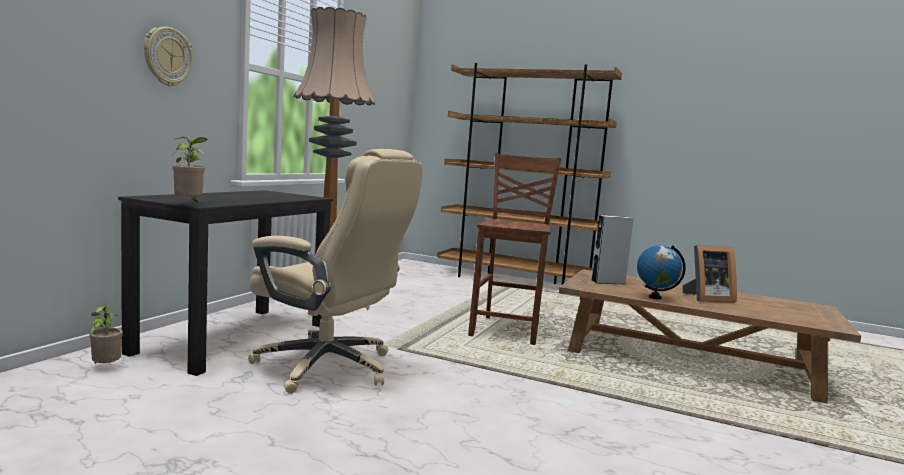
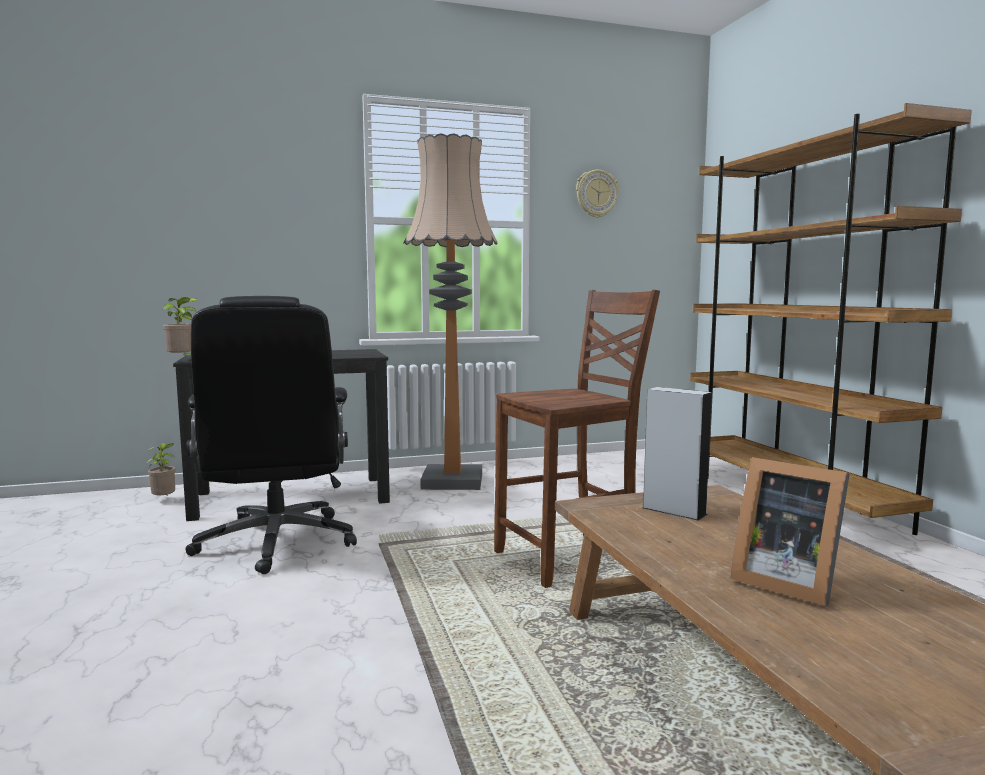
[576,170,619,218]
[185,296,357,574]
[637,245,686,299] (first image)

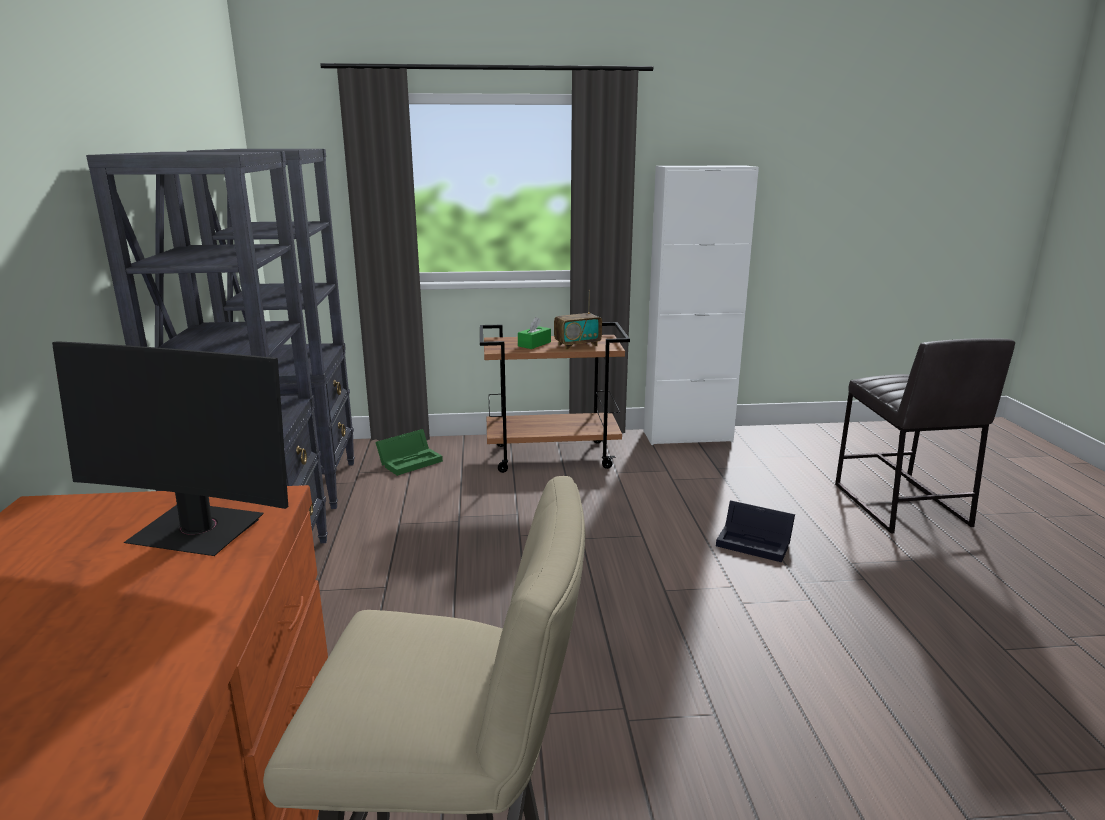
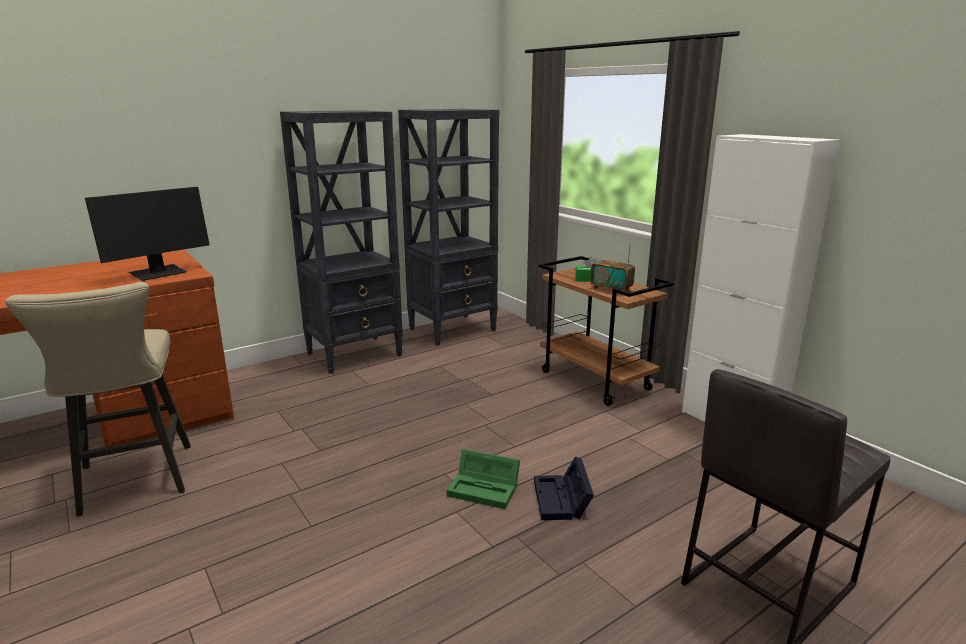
[85,187,210,281]
[447,449,520,509]

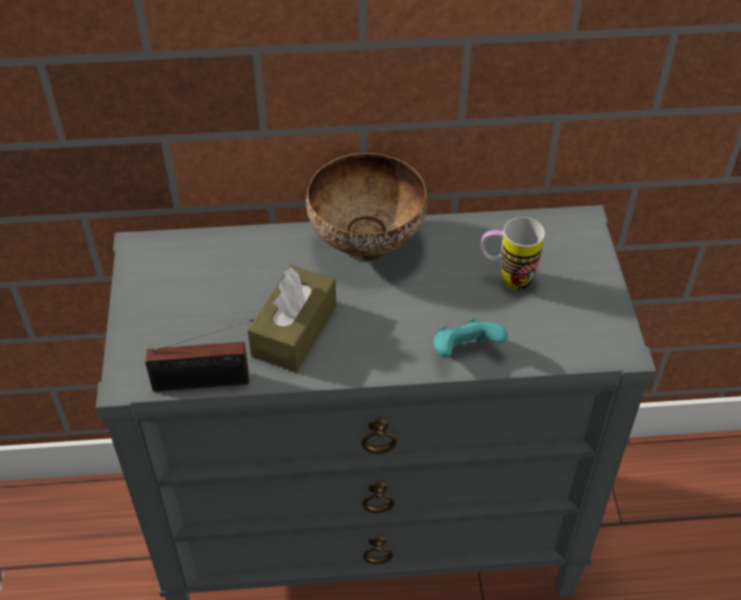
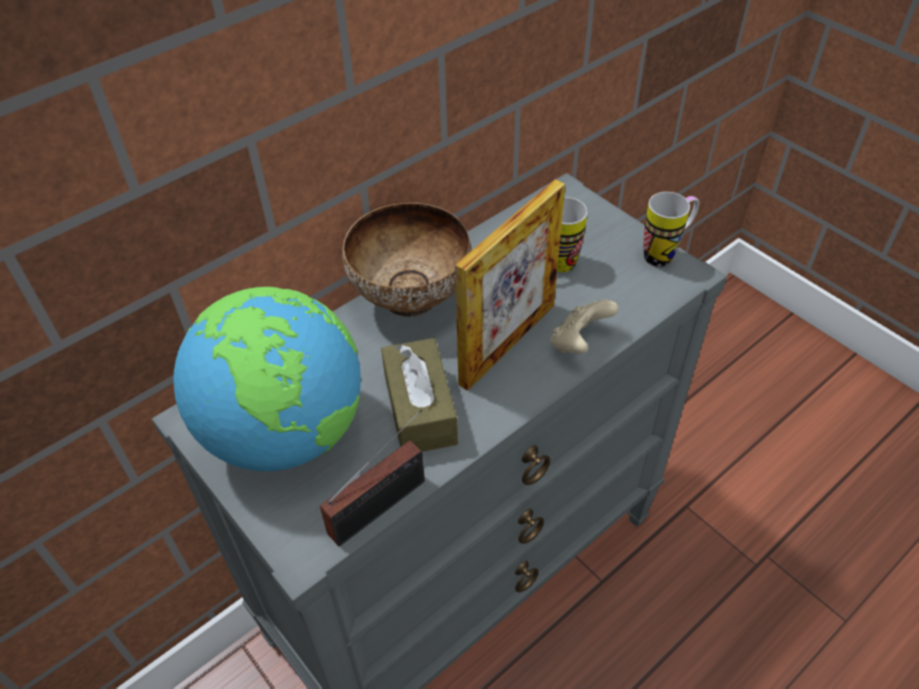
[551,300,619,354]
[173,287,361,471]
[455,179,565,391]
[644,192,699,267]

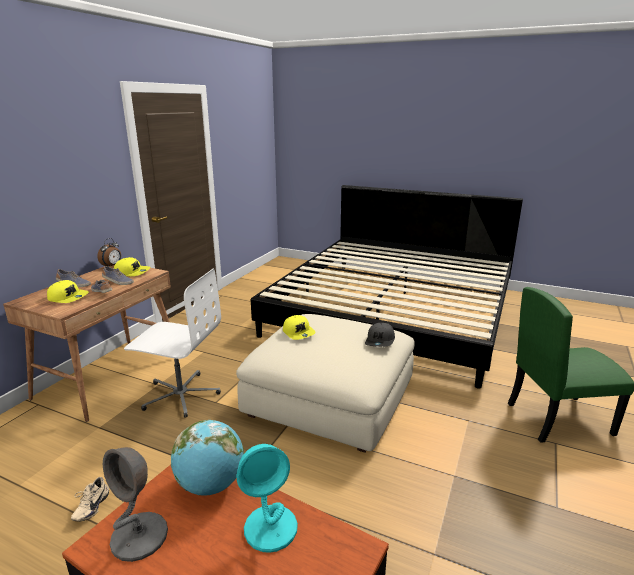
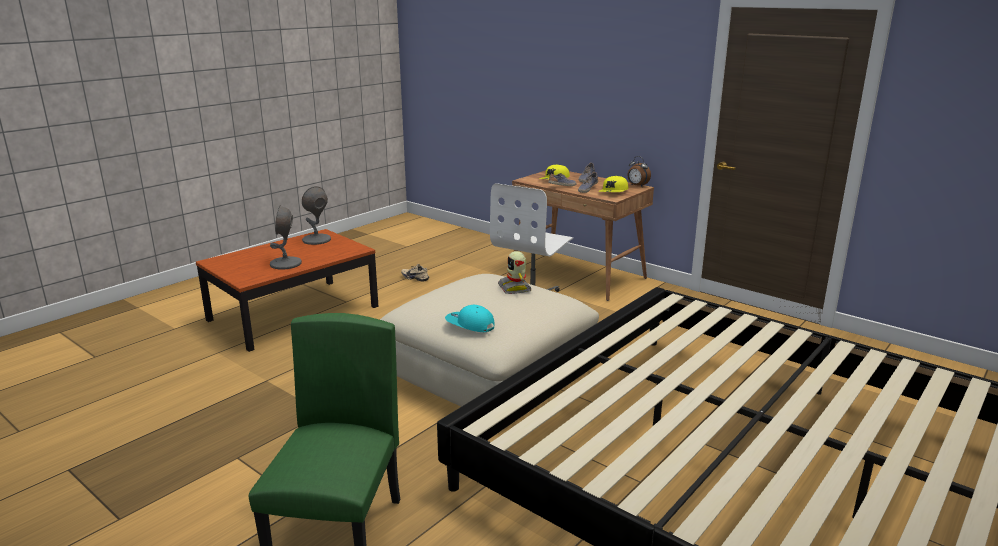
[171,420,244,496] (first image)
[270,205,302,270]
[498,251,531,294]
[445,305,494,332]

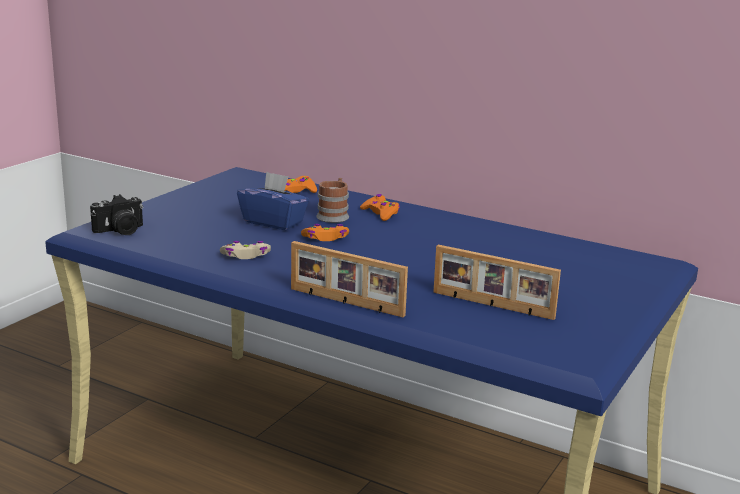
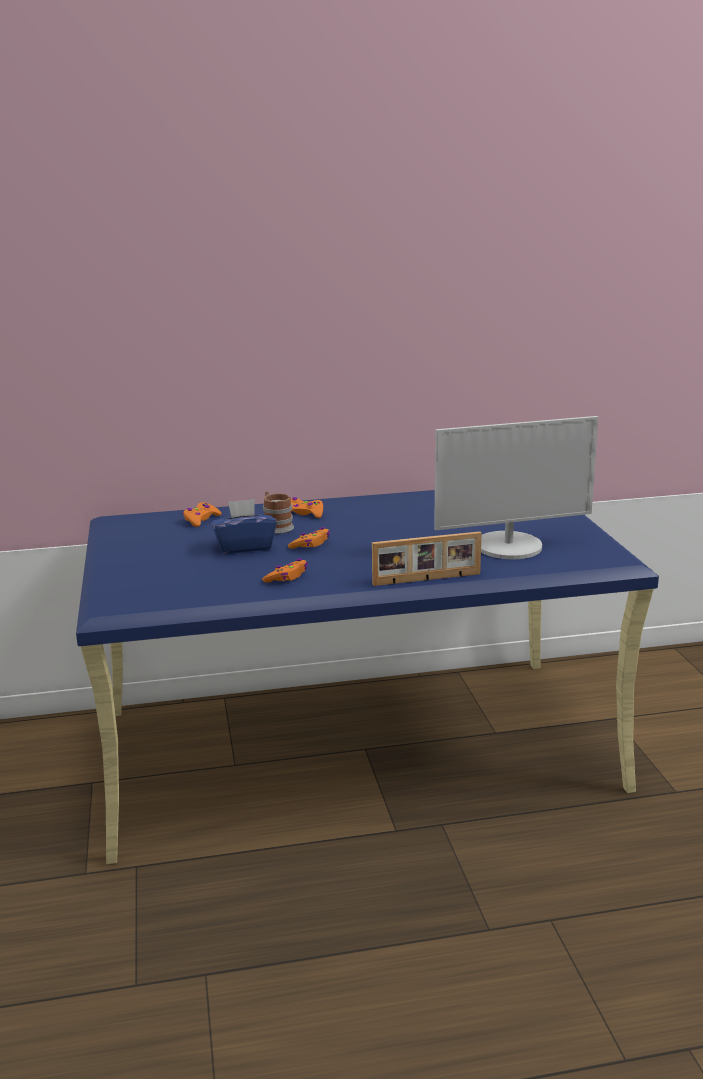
[90,194,143,235] (first image)
[262,558,308,583]
[434,416,598,559]

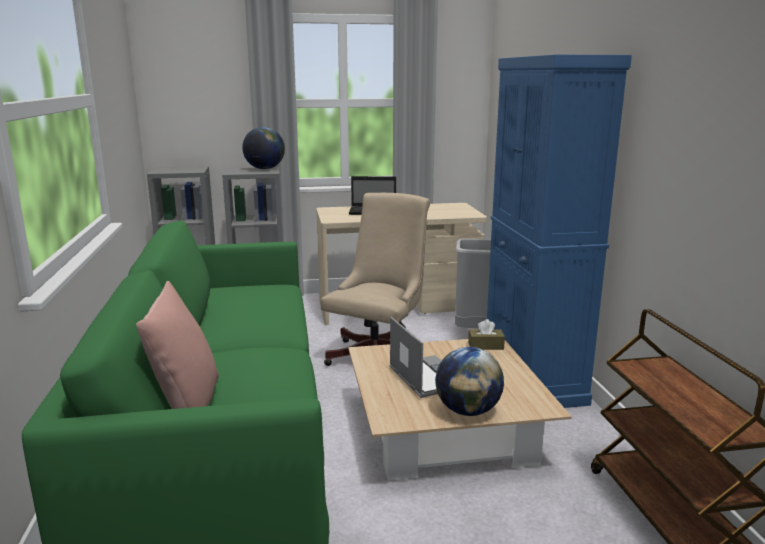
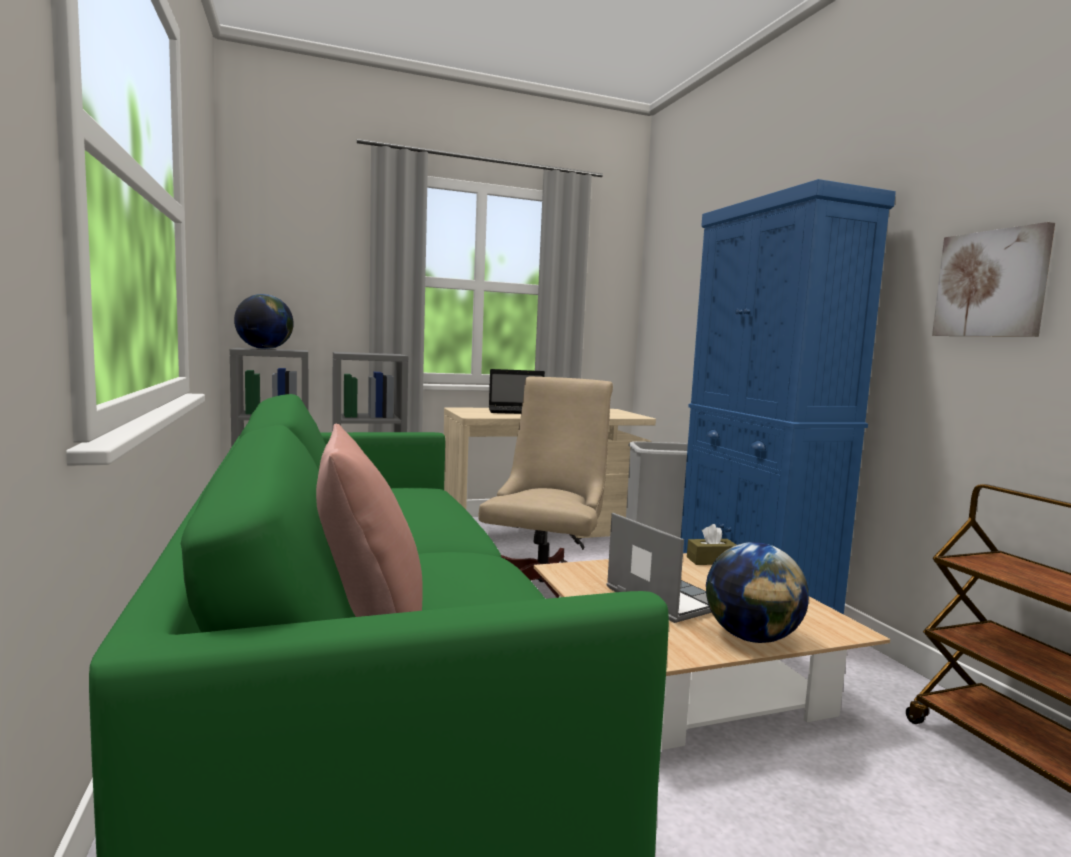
[234,294,294,349]
[932,222,1055,337]

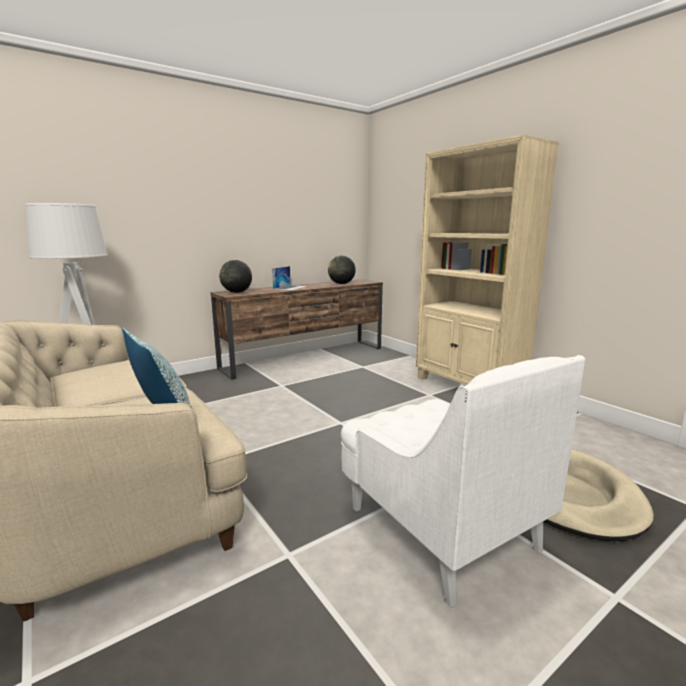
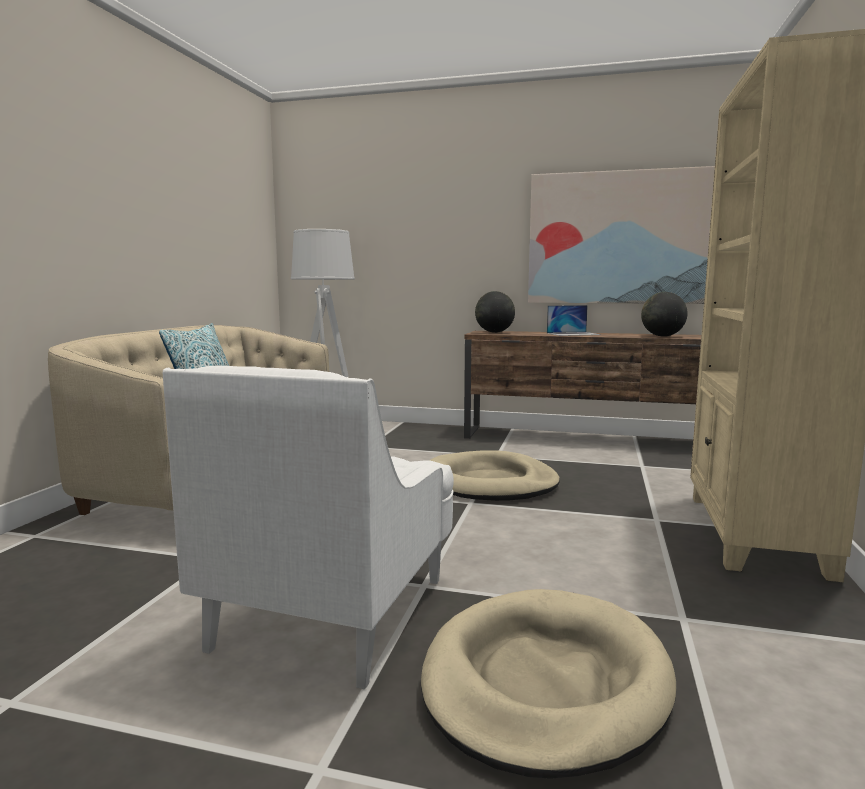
[429,450,560,501]
[528,166,715,304]

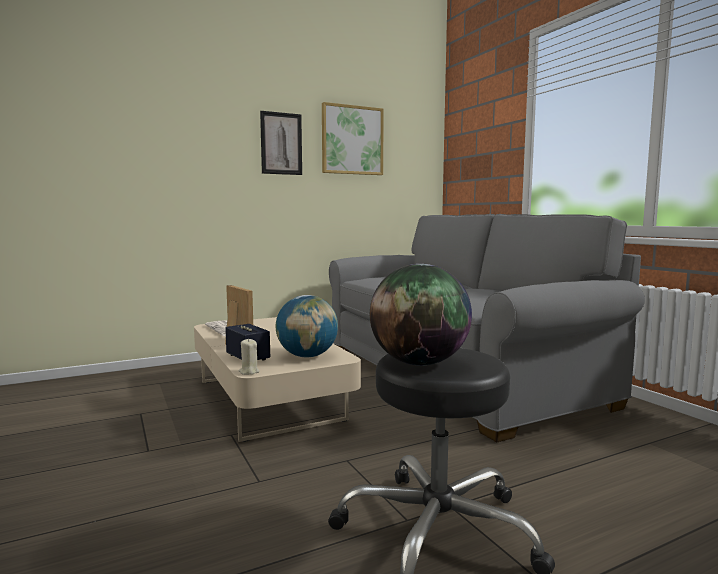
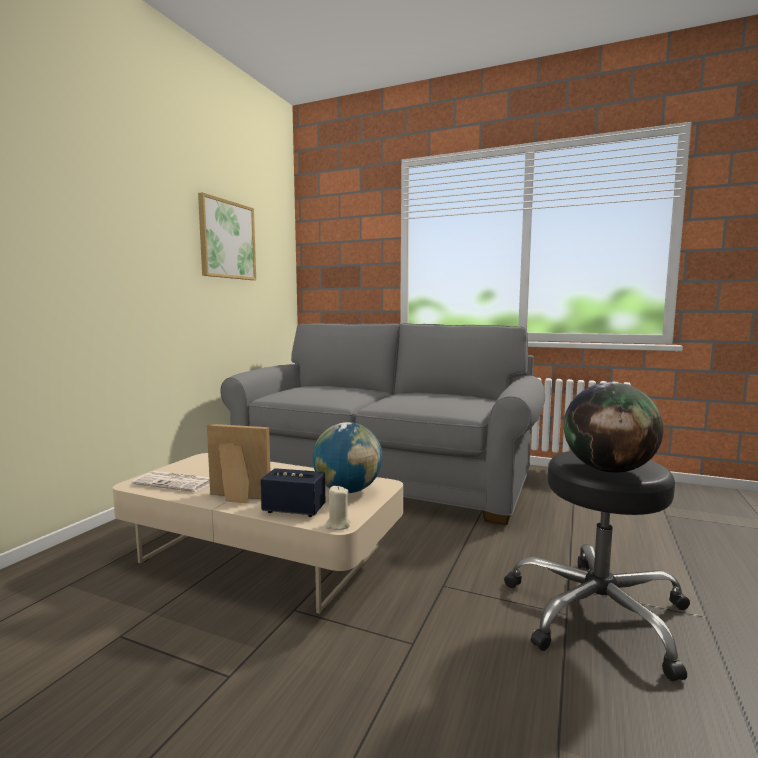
[260,111,302,175] (first image)

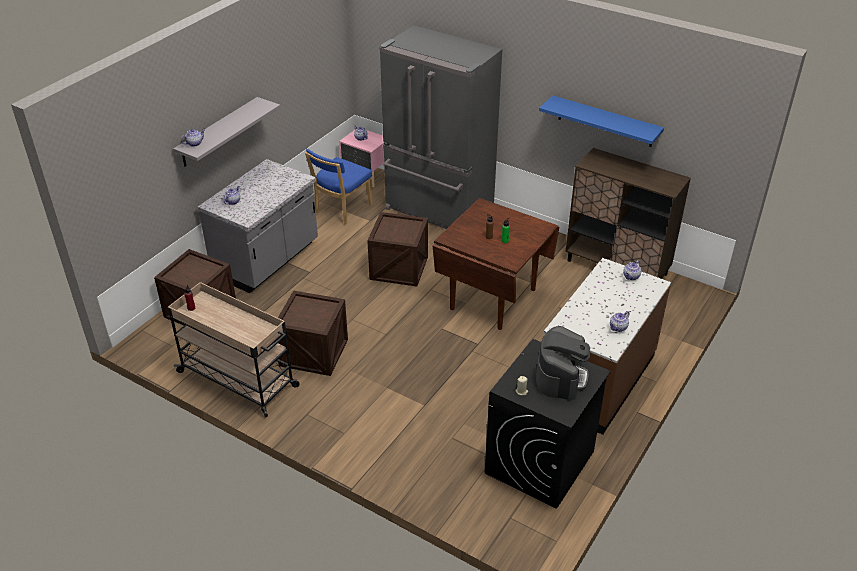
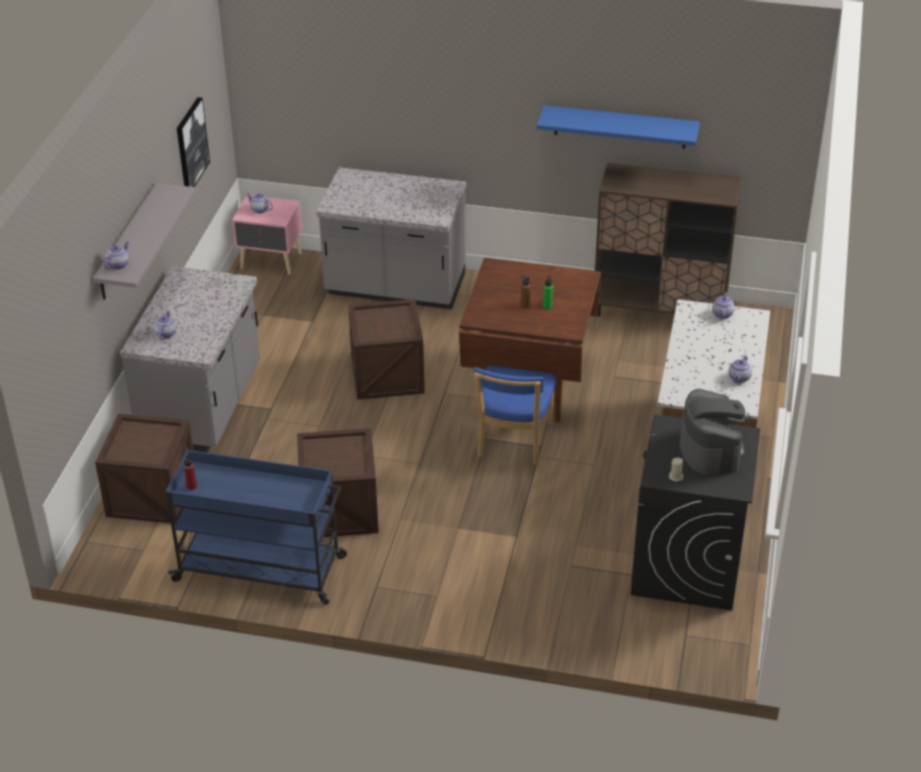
[166,450,347,605]
[473,366,557,466]
[316,167,466,309]
[177,97,210,187]

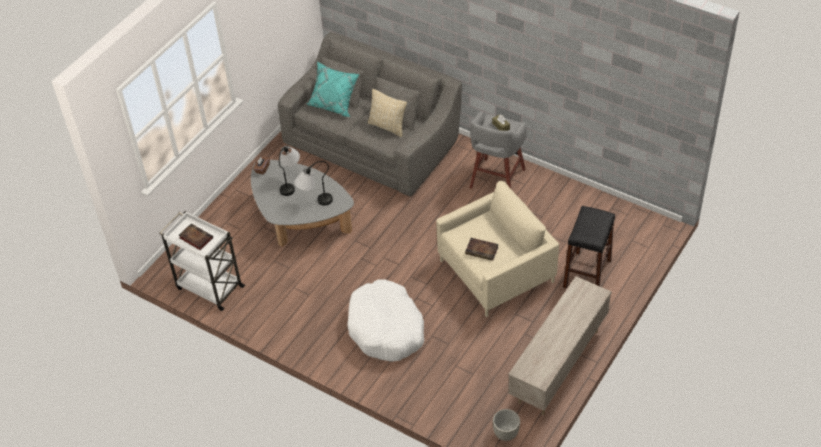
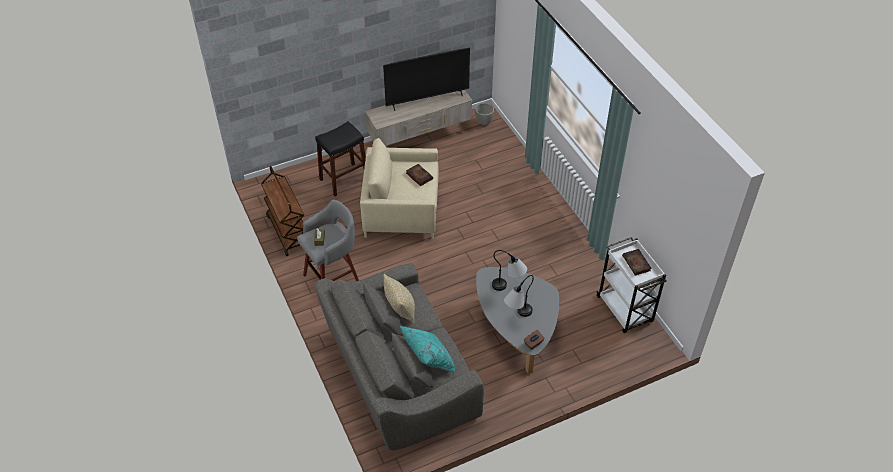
[347,279,424,362] (first image)
[261,166,304,256]
[383,48,470,111]

